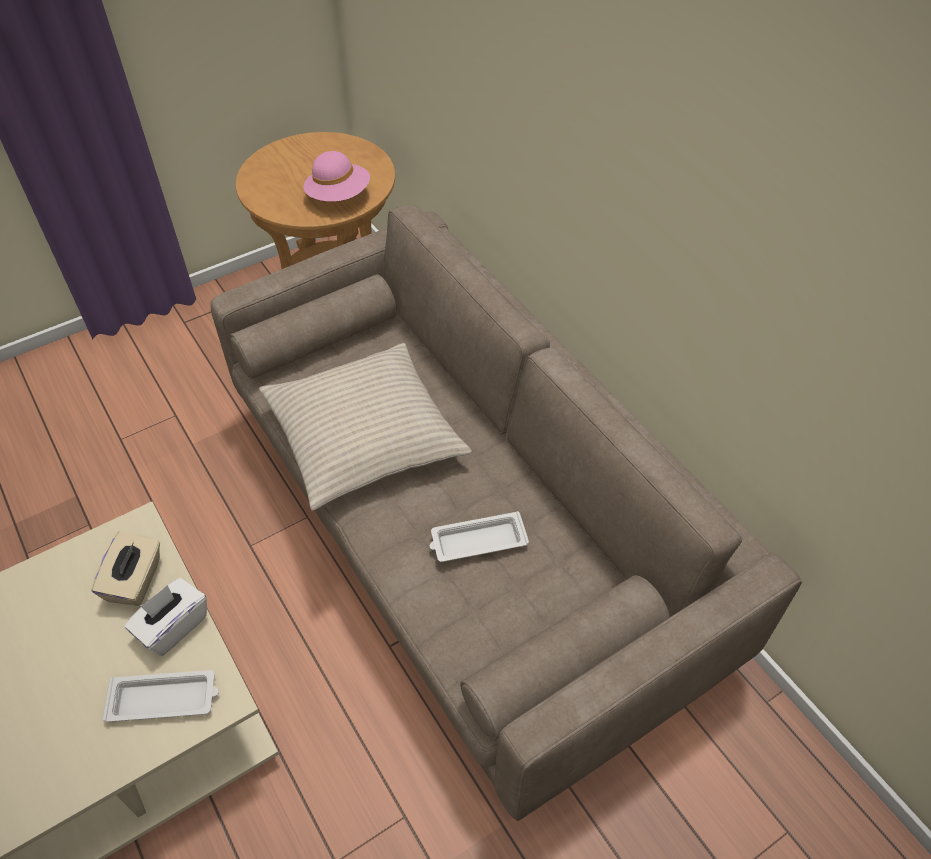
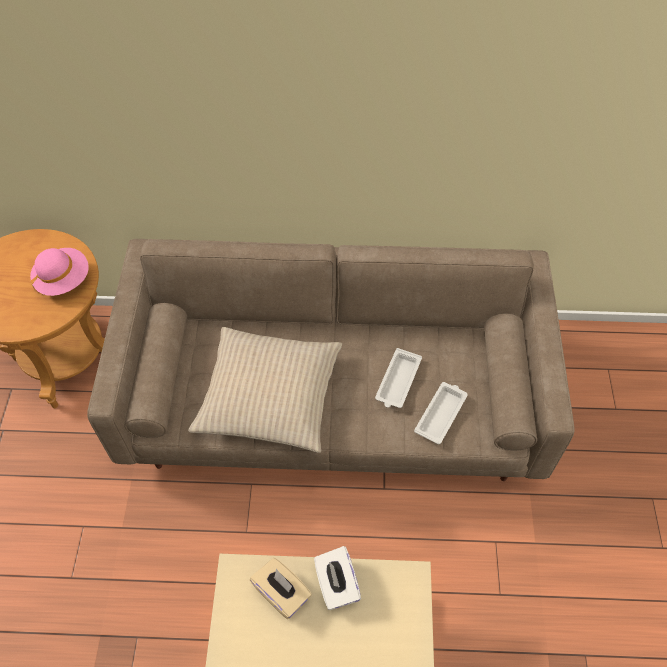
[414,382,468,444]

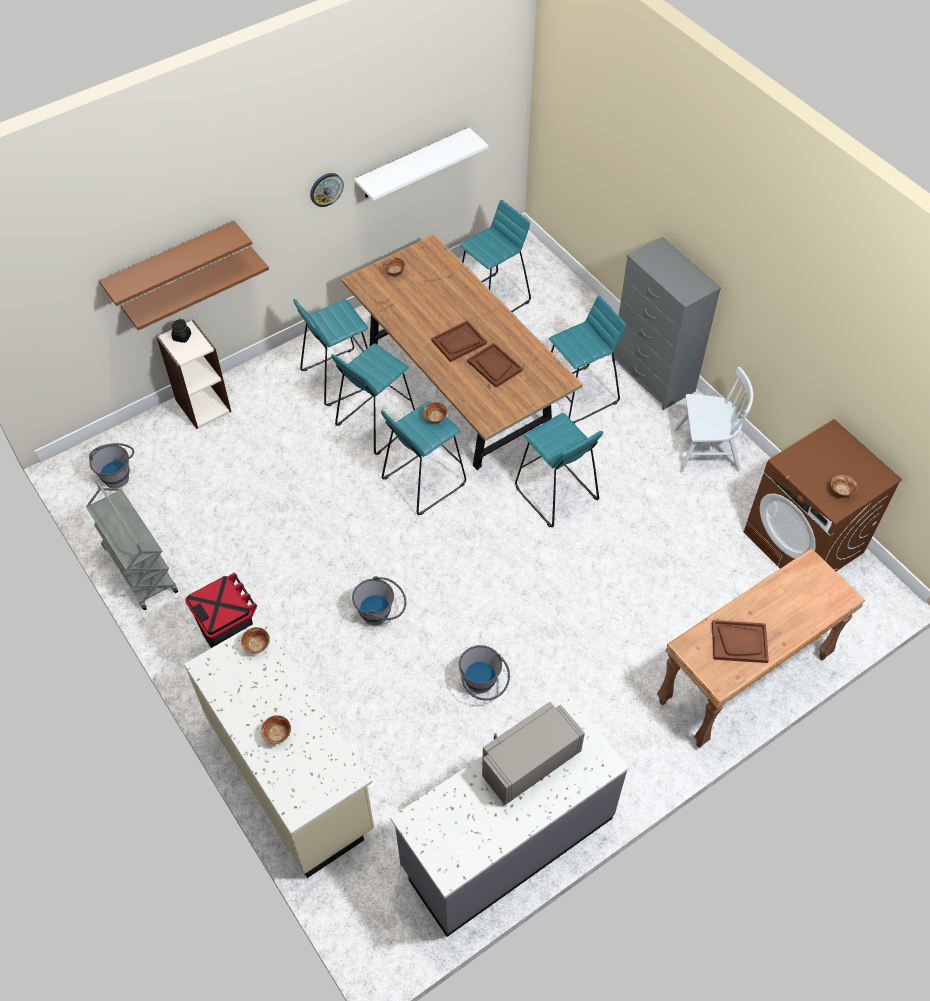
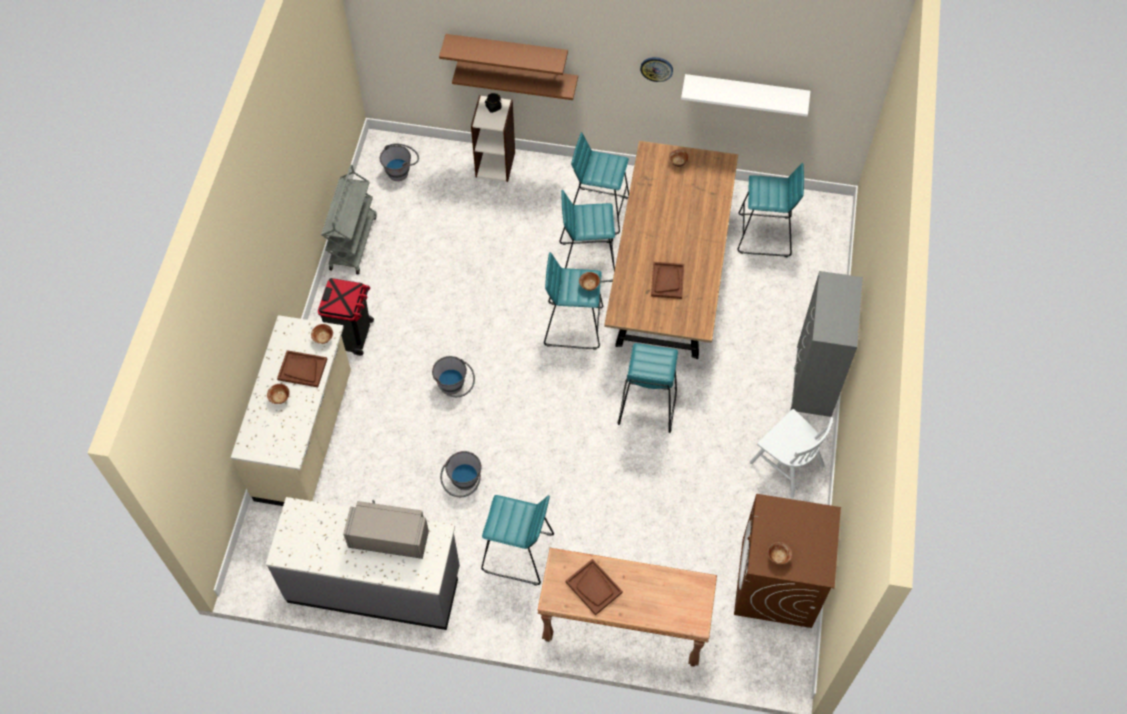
[277,350,327,387]
[481,495,554,586]

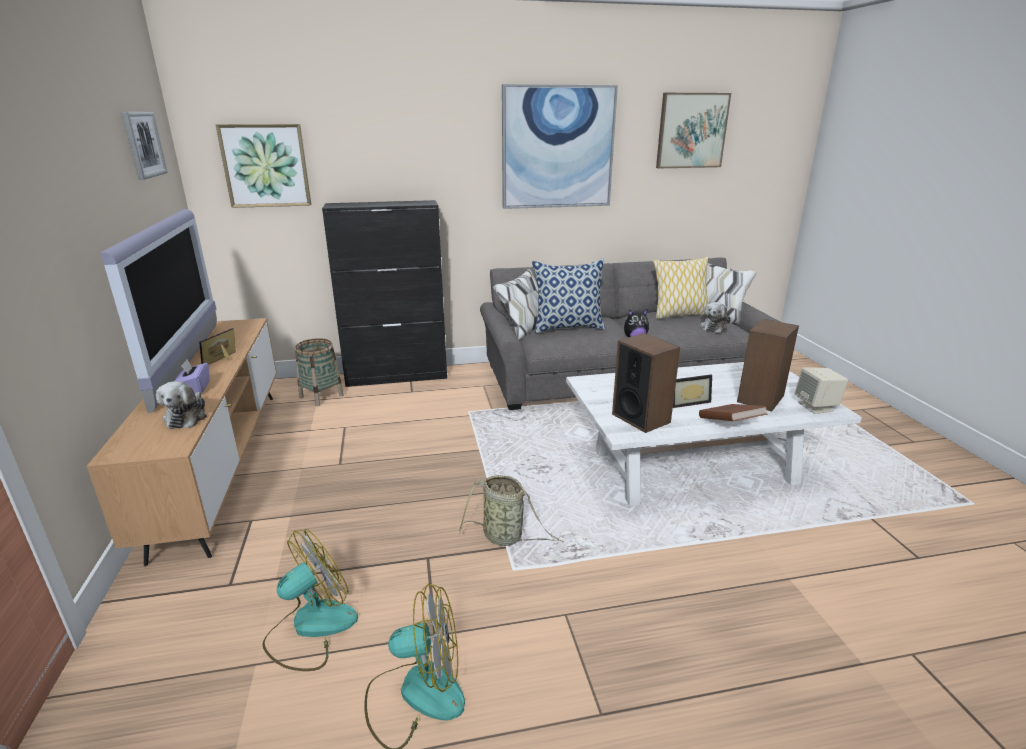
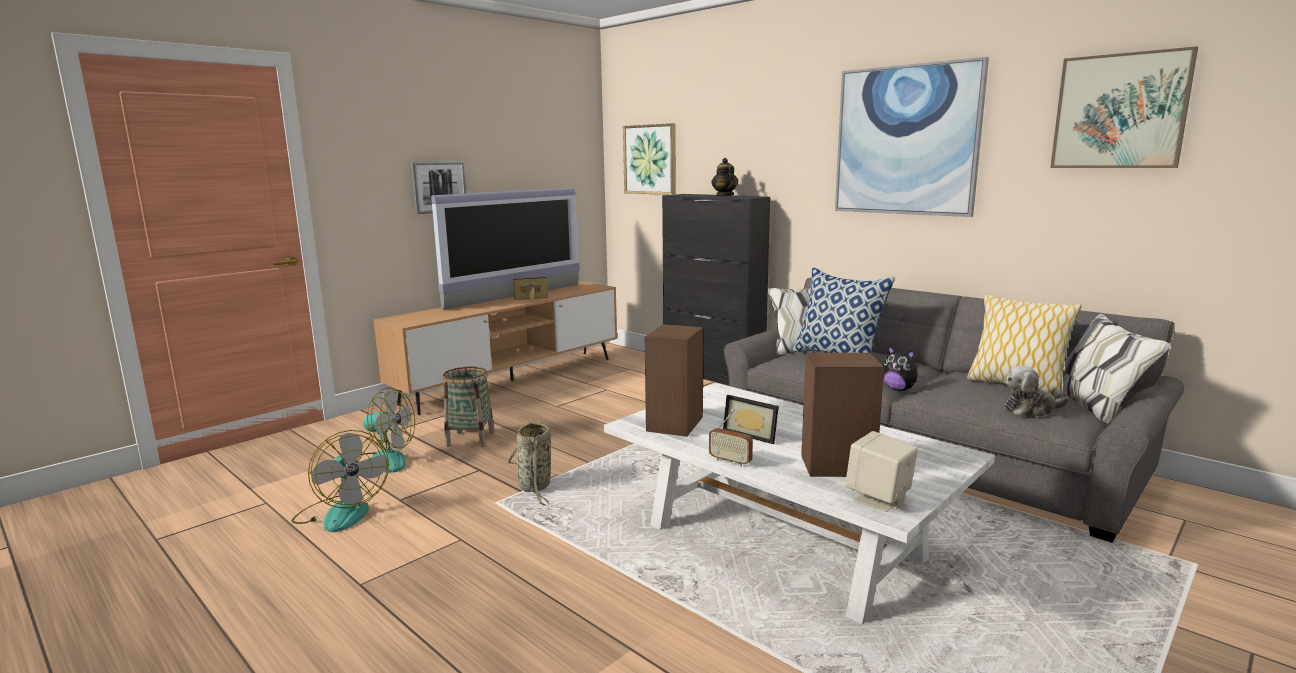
[411,161,467,214]
[156,381,207,429] (first image)
[175,360,209,394] (first image)
[443,367,495,447]
[709,409,753,467]
[712,158,738,196]

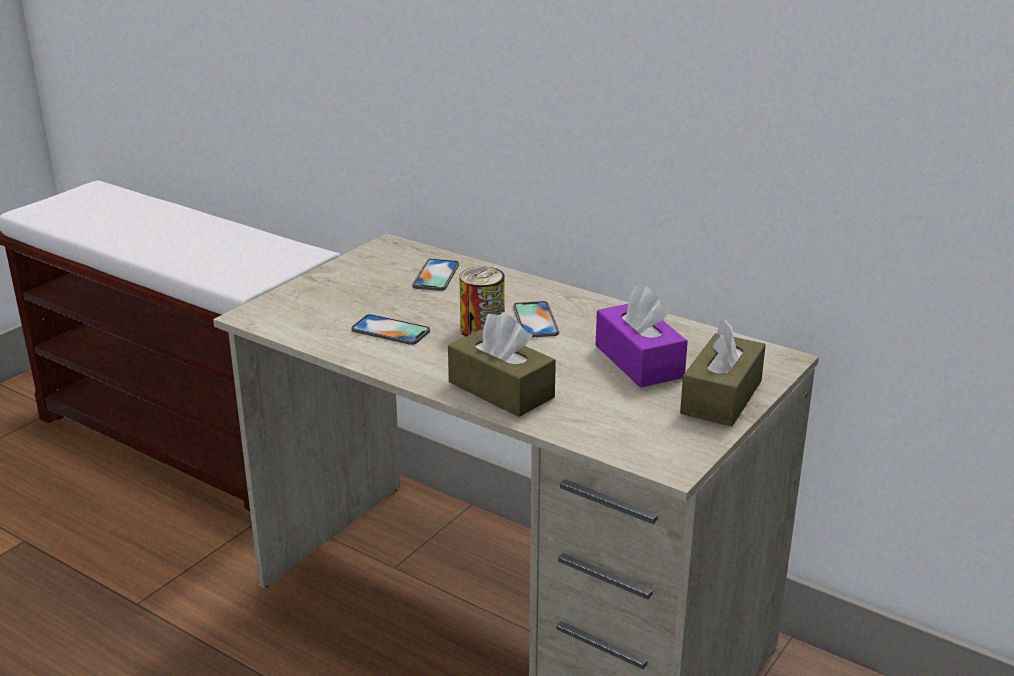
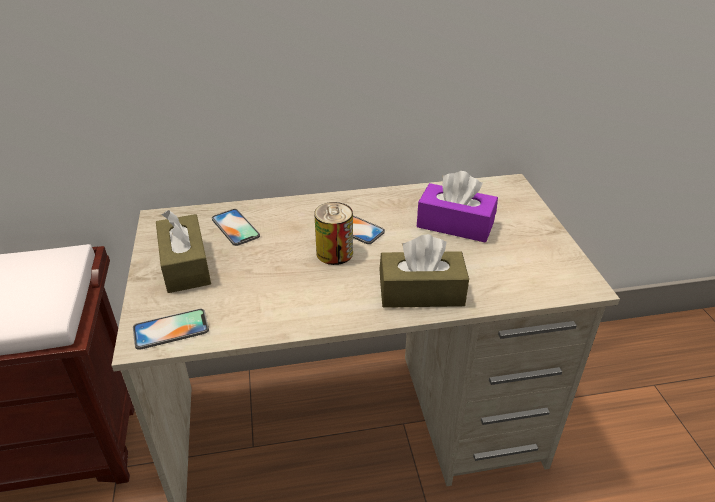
[133,309,209,350]
[156,210,211,293]

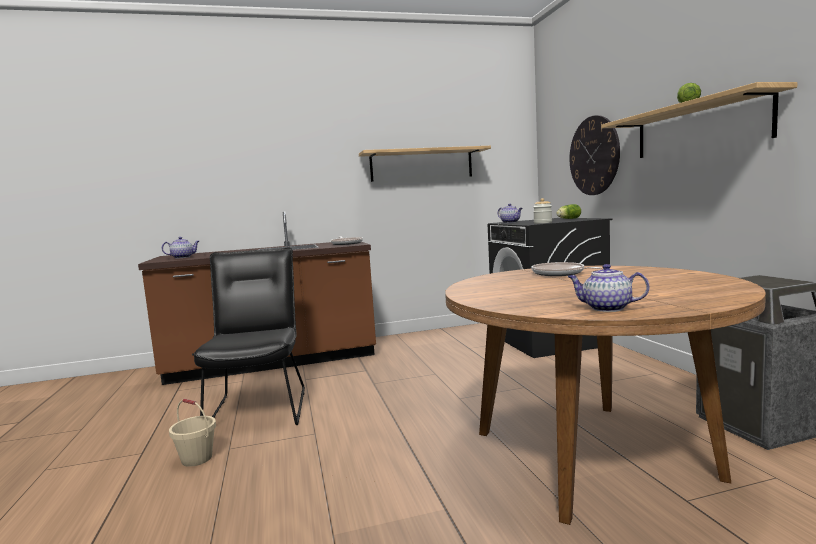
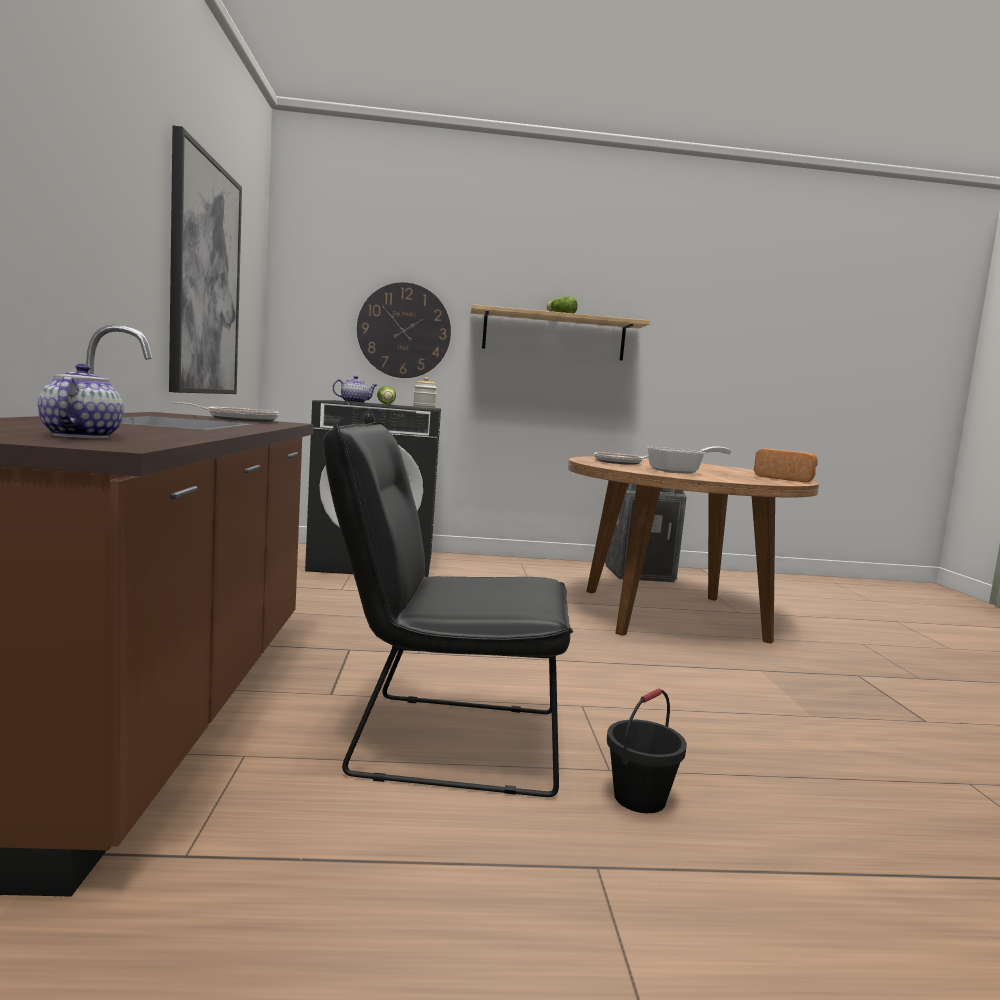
[607,688,687,813]
[169,126,242,394]
[754,448,818,482]
[647,447,731,474]

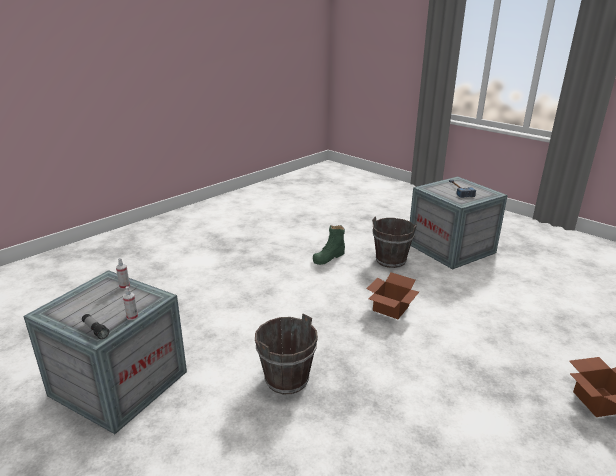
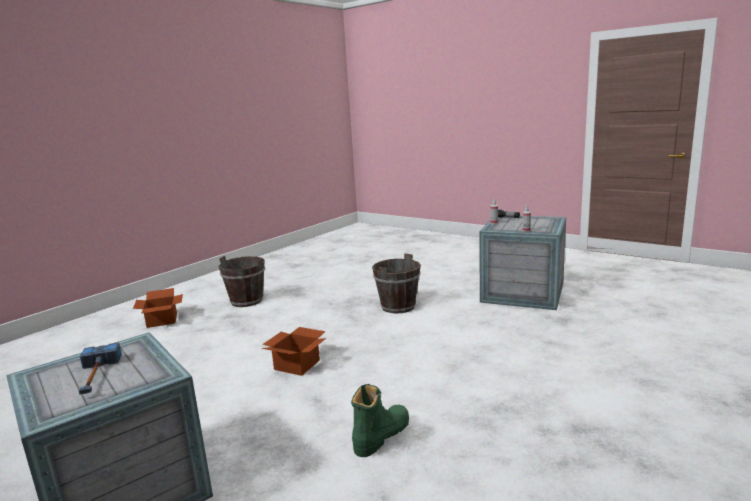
[218,256,265,307]

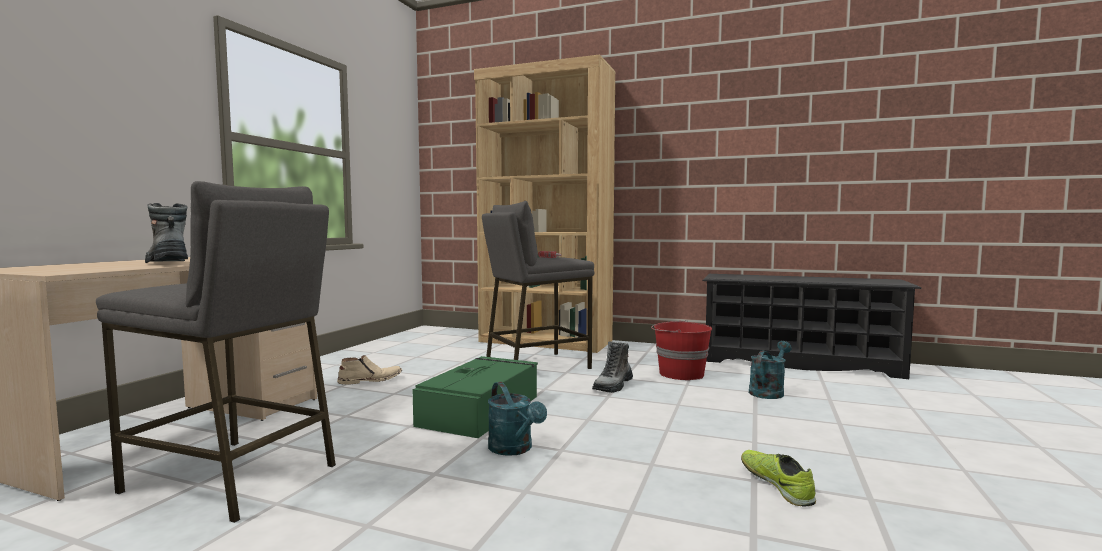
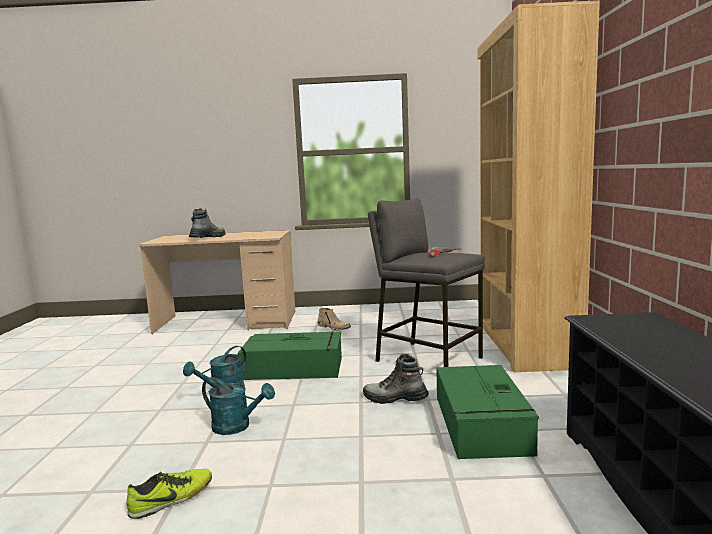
[96,181,336,523] (first image)
[436,365,539,459]
[202,377,275,435]

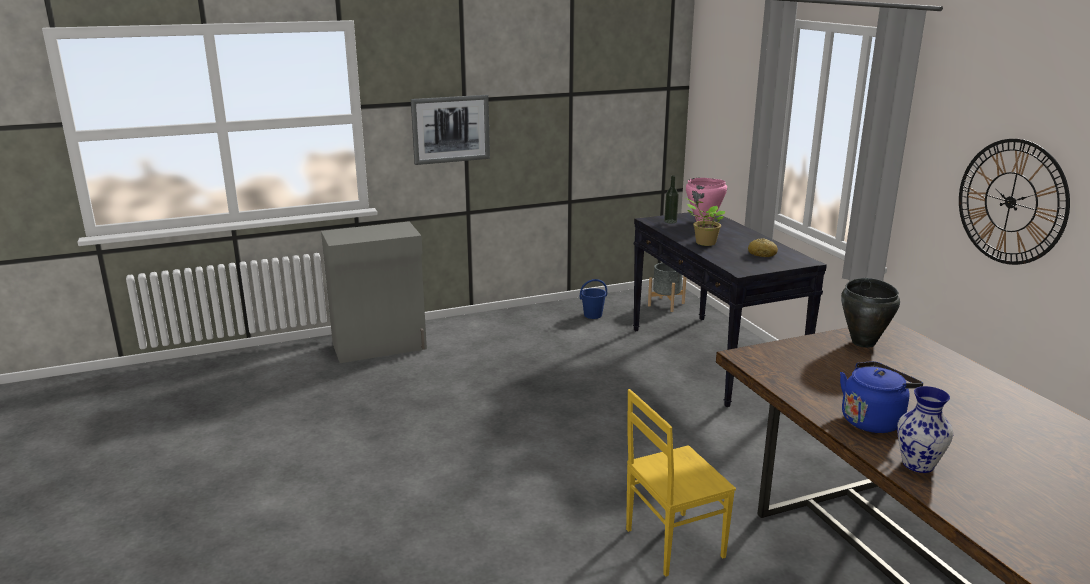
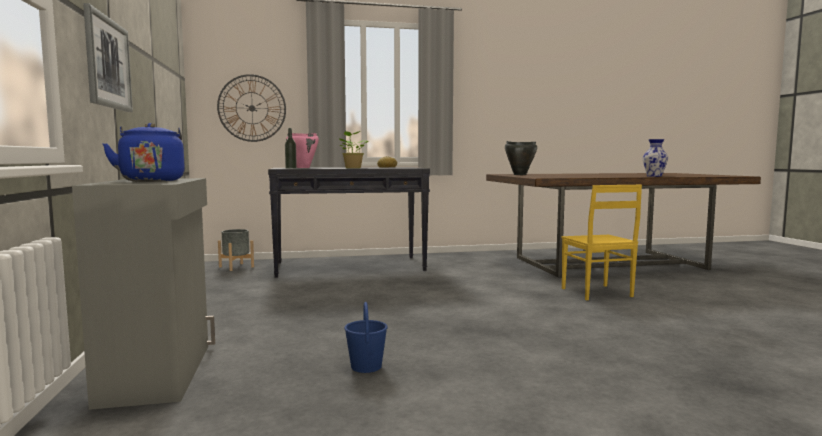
[344,302,387,373]
[102,123,185,182]
[217,74,286,142]

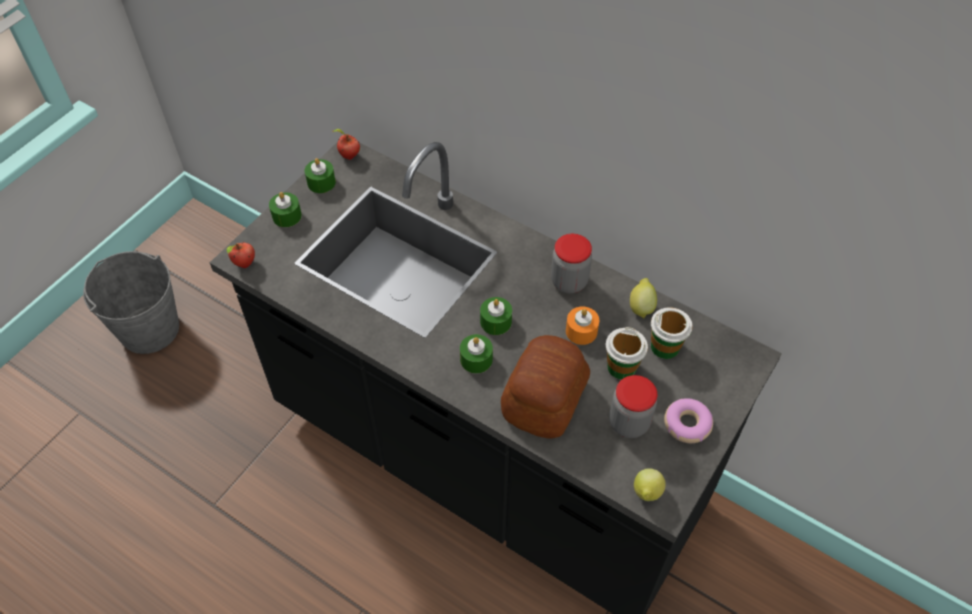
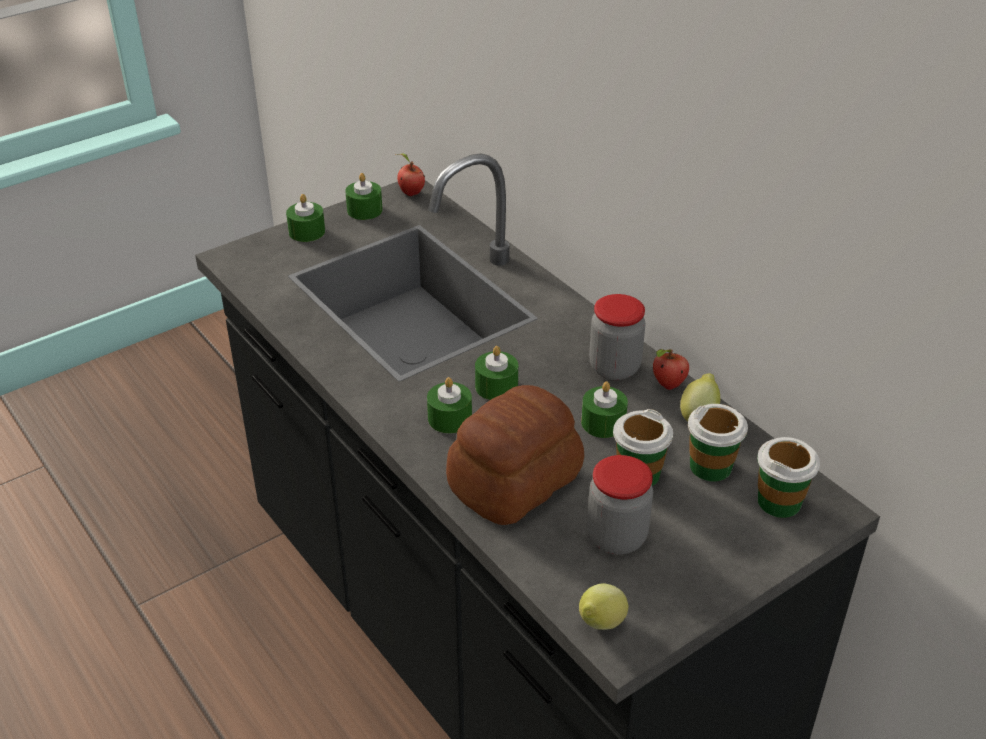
[83,251,179,354] (first image)
[653,349,689,390]
[581,381,628,438]
[664,398,713,443] (first image)
[757,437,820,518]

